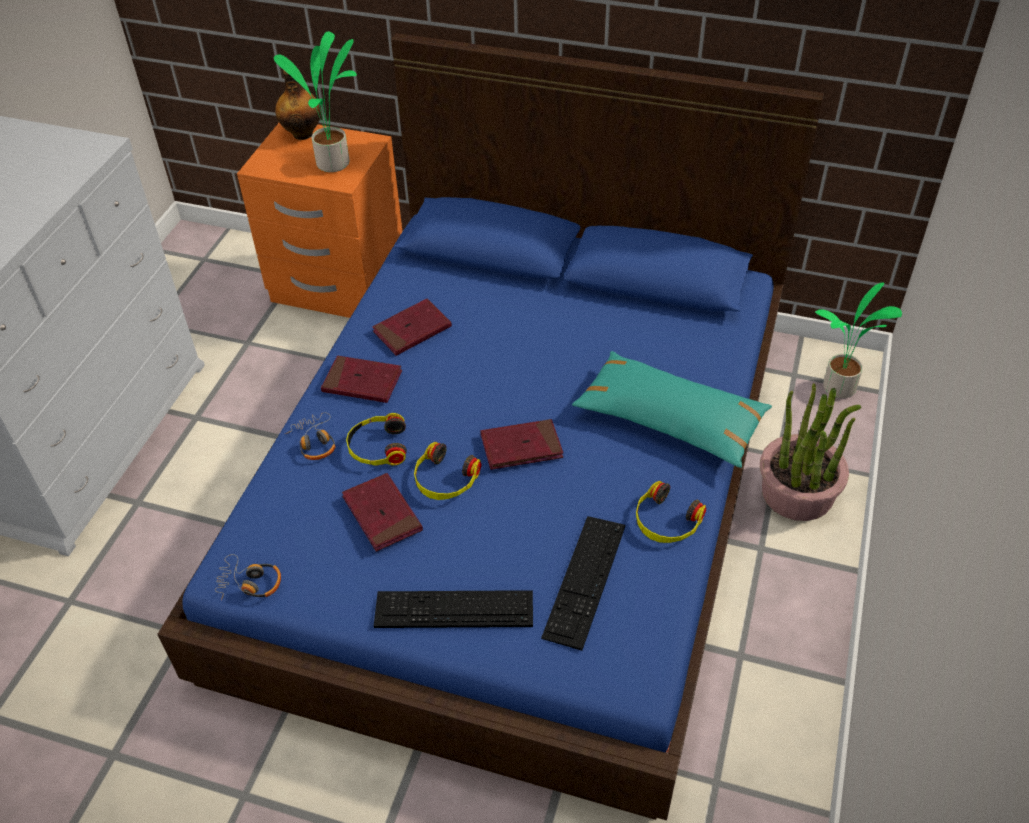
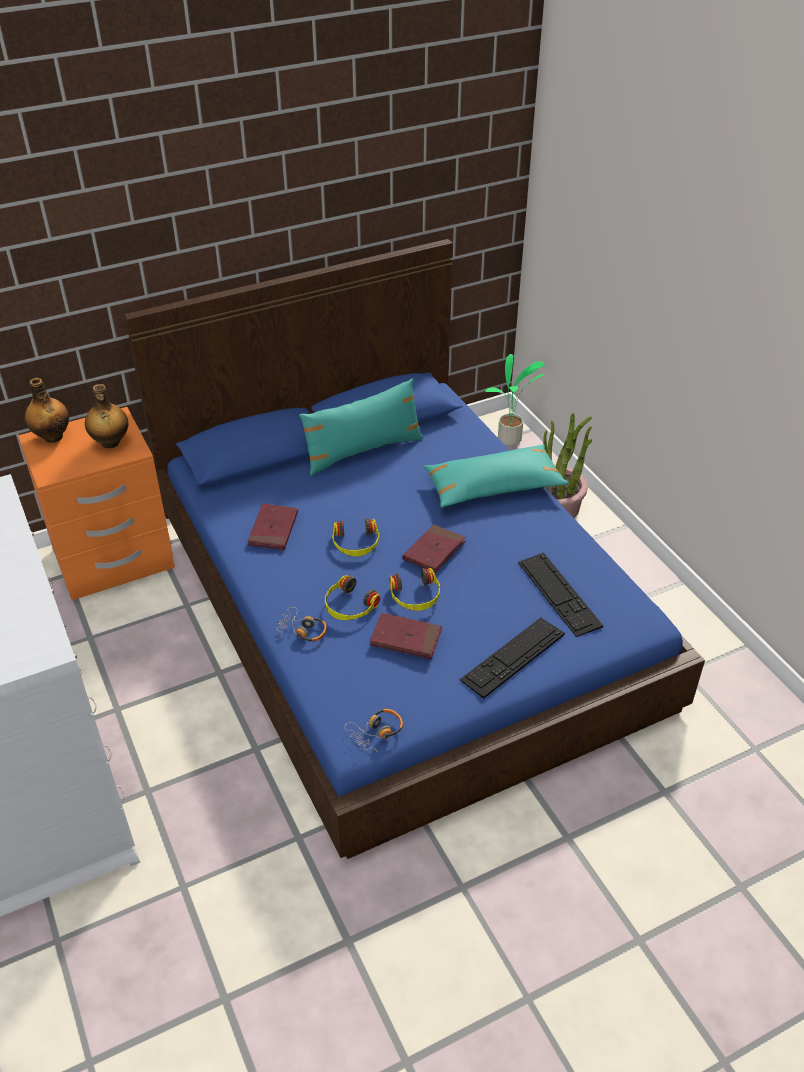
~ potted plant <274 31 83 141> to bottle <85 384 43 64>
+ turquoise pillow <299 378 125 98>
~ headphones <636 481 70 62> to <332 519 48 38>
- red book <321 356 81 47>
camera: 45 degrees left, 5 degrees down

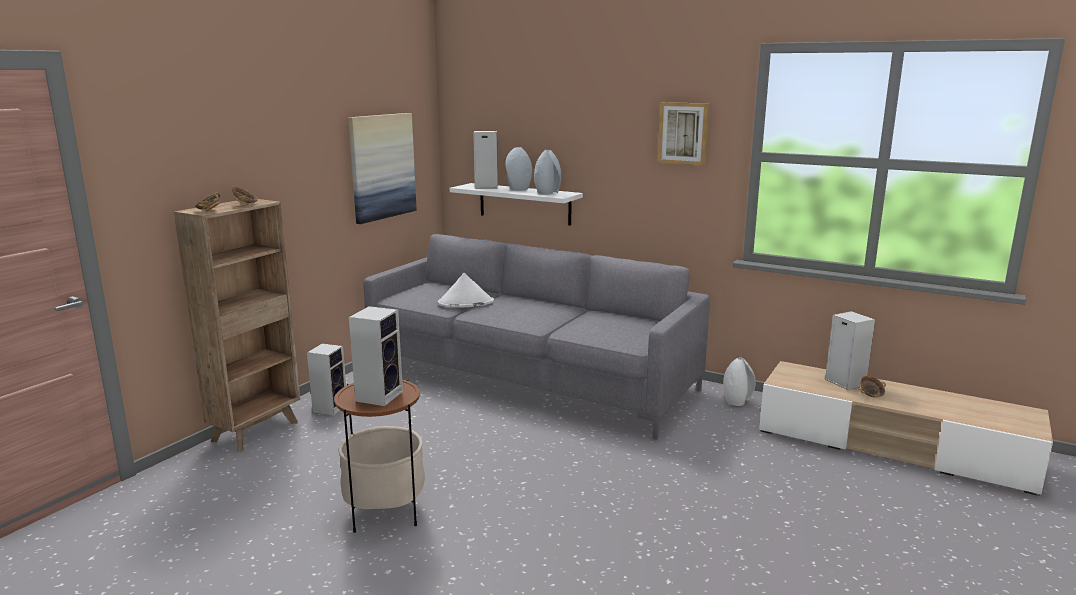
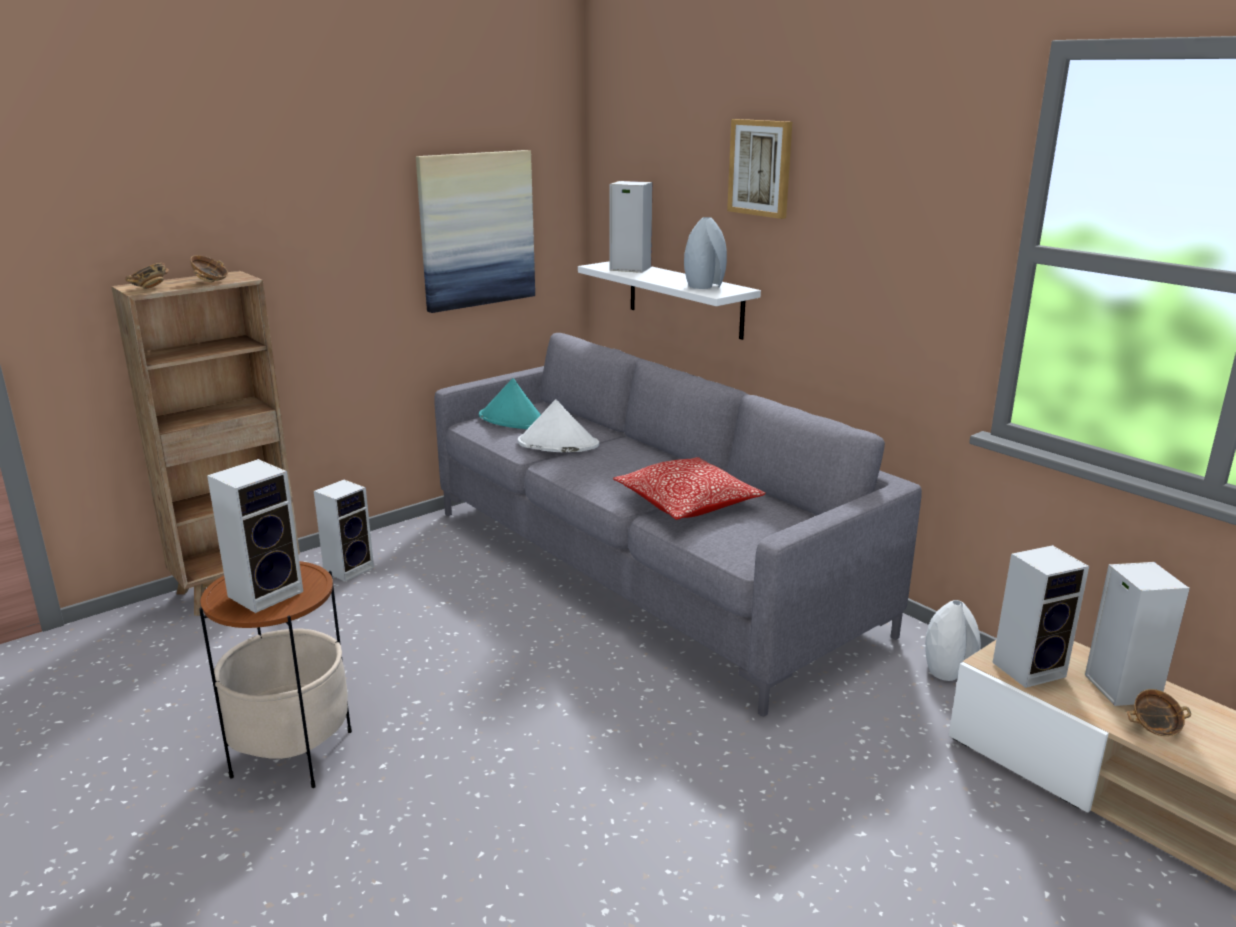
+ turquoise hat <479 378 62 51>
+ pillow <613 457 153 63>
~ picture <658 102 51 63> to <727 119 65 100>
+ speaker <992 545 97 143>
- grey vase <505 147 27 44>
camera: 20 degrees right, 5 degrees up

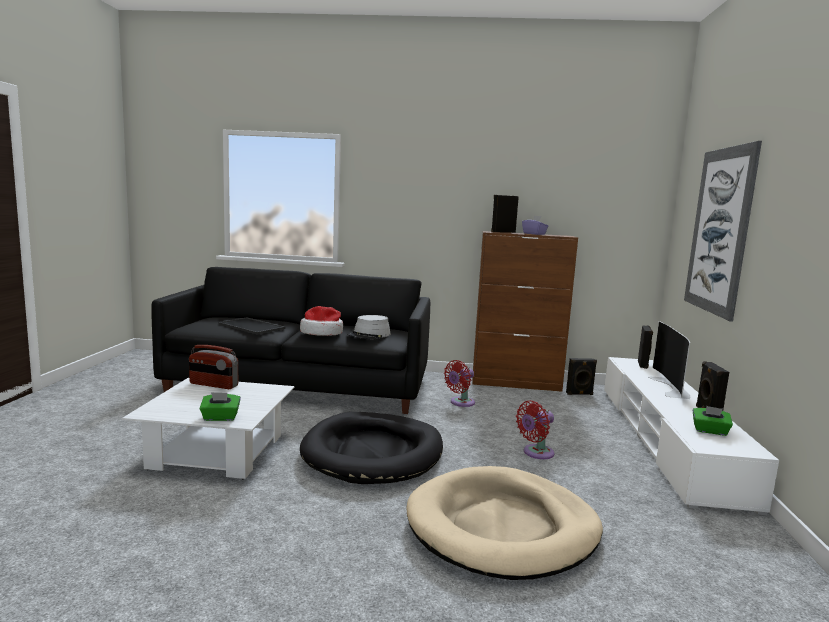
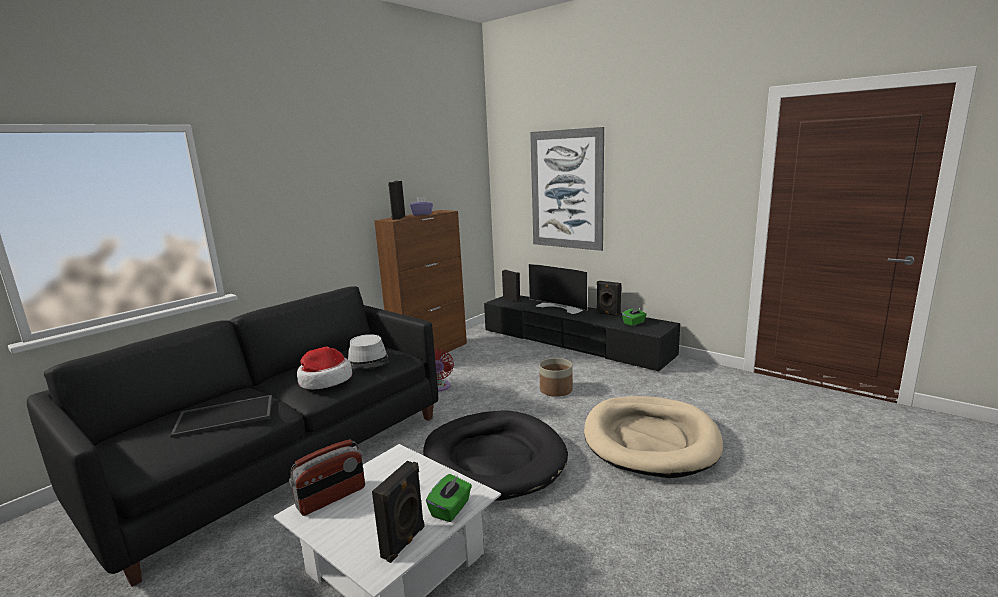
~ black speaker <566 358 31 37> to <372 461 53 102>
~ white tv stand <604 357 175 158> to black tv stand <484 295 196 78>
~ red fan <516 401 38 58> to planter <539 358 34 39>
camera: 55 degrees left, 5 degrees up

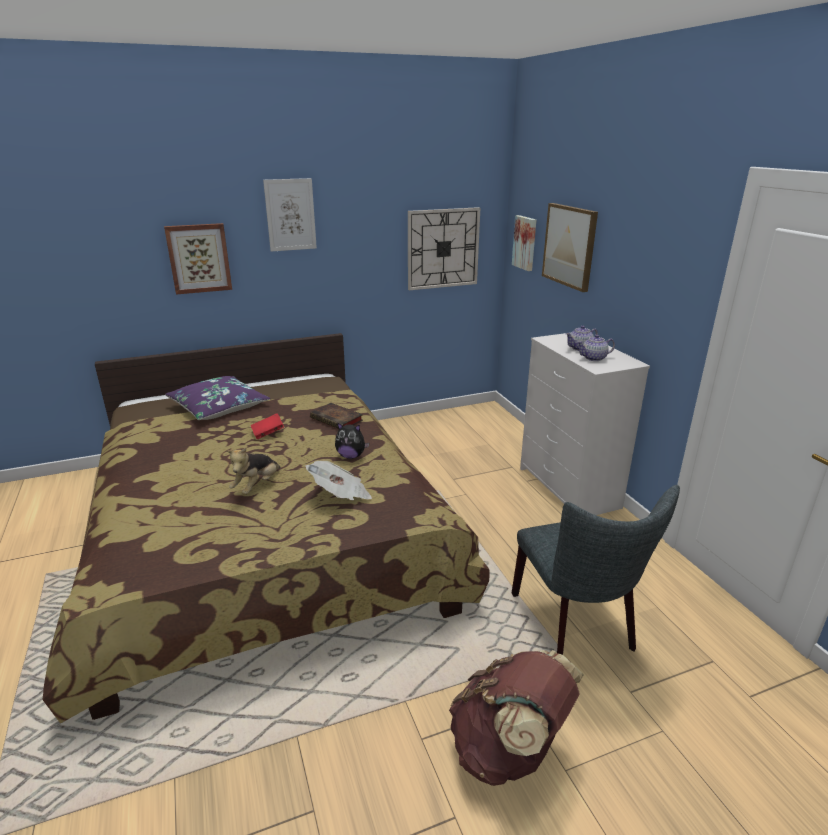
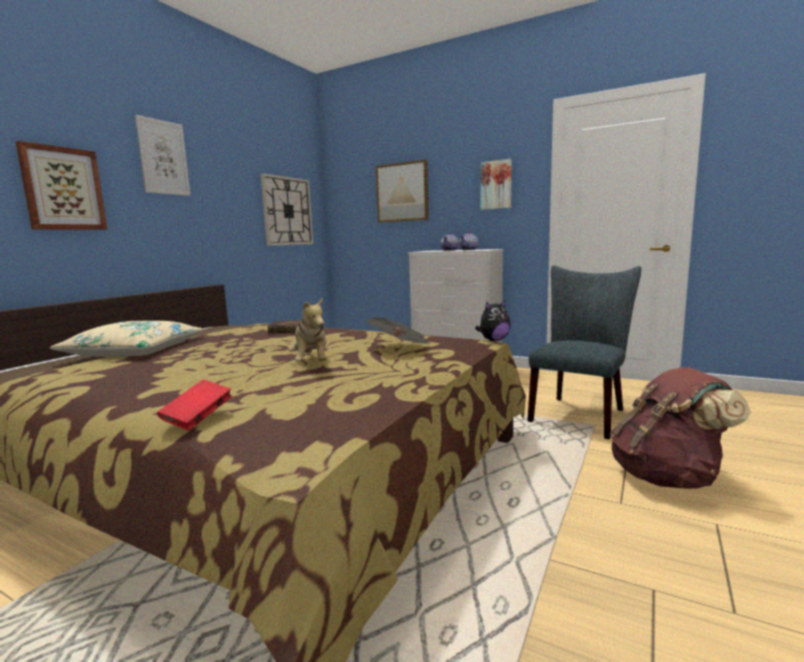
~ purple pillow <165 376 105 44> to beige pillow <50 321 154 36>
~ red book <251 413 33 26> to <157 380 75 50>
~ plush toy <335 423 35 36> to <475 300 36 41>
~ picture <512 215 24 56> to <480 159 32 51>
~ grey chair <512 485 168 170> = <527 265 114 174> 90 degrees counterclockwise
camera: 40 degrees left, 15 degrees down

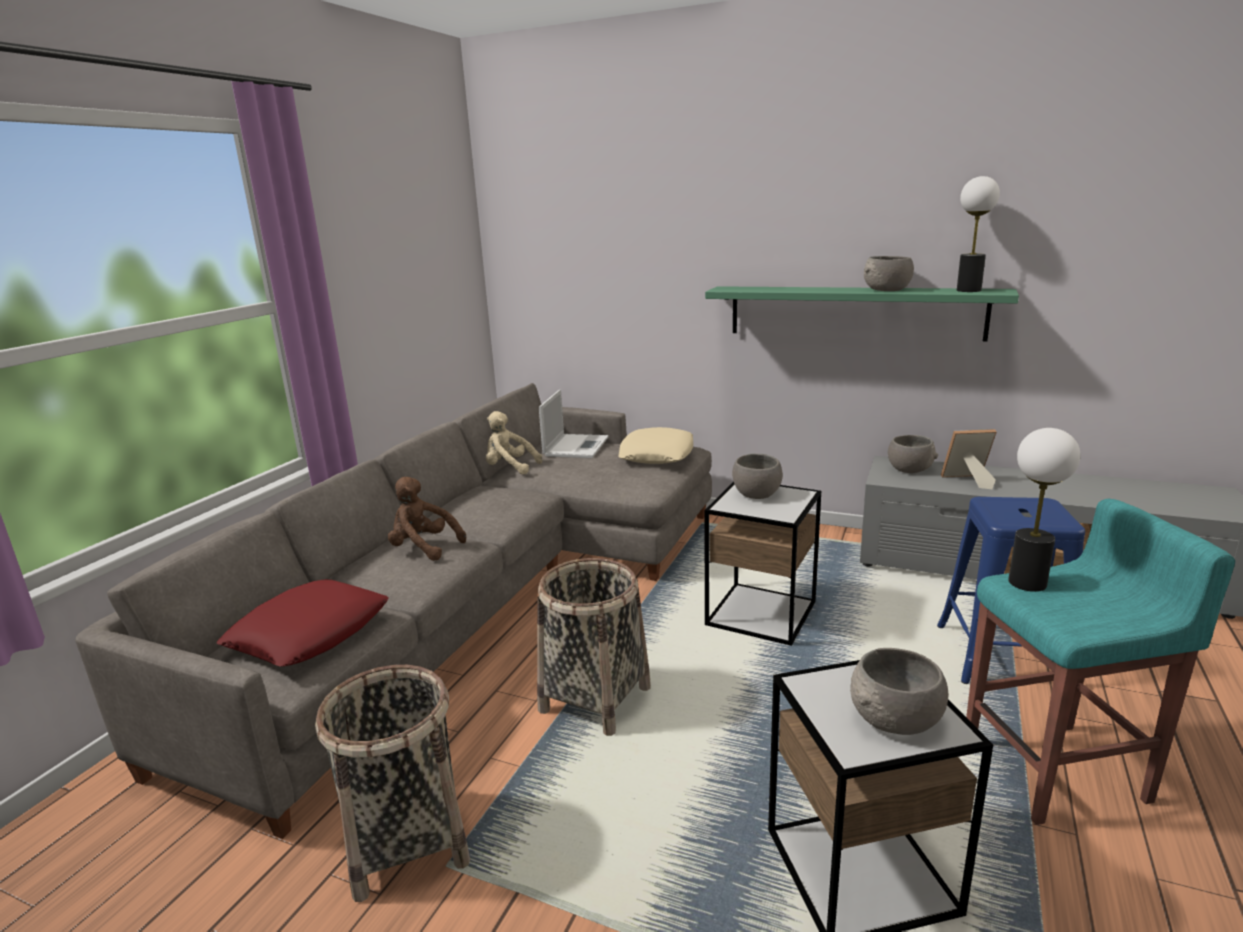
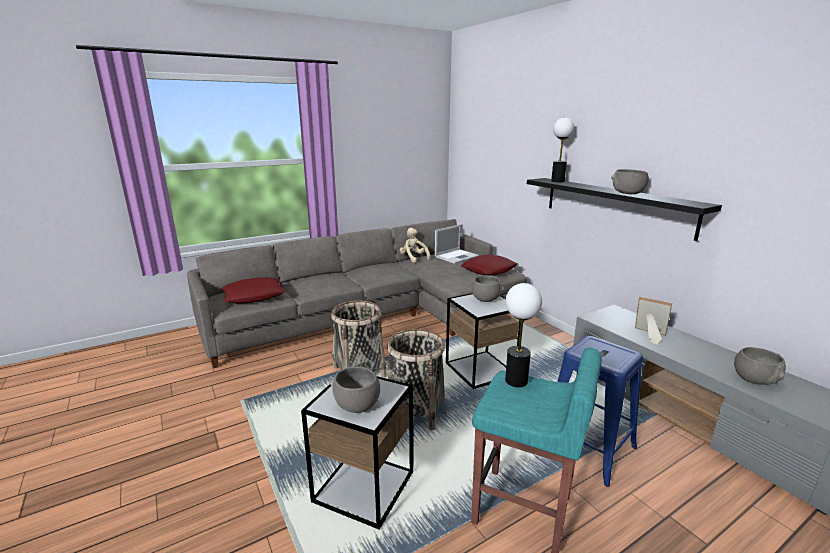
~ basket <315 665 155 237> to <387 329 58 101>
~ beige pillow <618 427 75 37> to red pillow <461 254 56 22>
~ green shelf <705 286 314 55> to black shelf <527 178 195 63>
~ table lamp <957 176 43 116> to <551 117 23 65>
~ grey bowl <888 435 50 38> to <734 347 52 38>
- brown plush toy <388 477 78 84>
camera: 35 degrees right, 0 degrees up

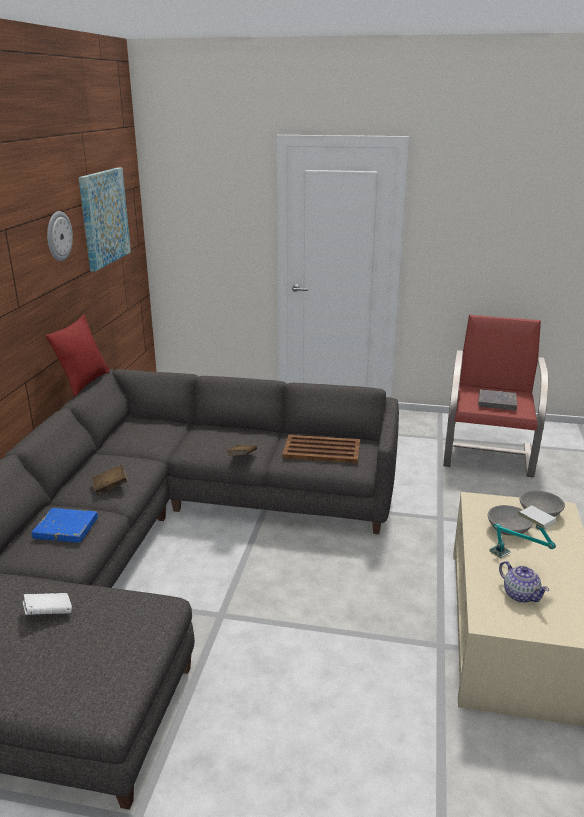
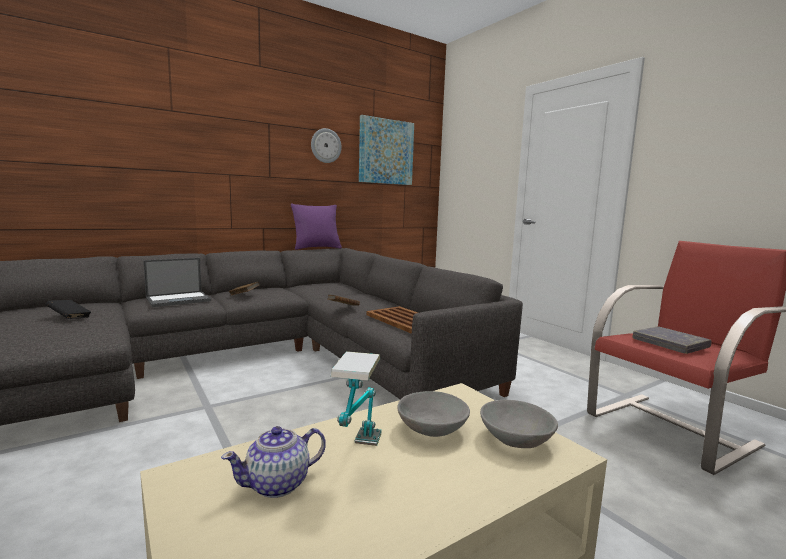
~ white book <23 593 49 22> to black book <46 300 45 19>
~ blue book <31 508 67 35> to laptop <143 258 68 49>
~ teapot <499 561 50 42> = <221 426 105 72> 45 degrees clockwise
~ red pillow <46 315 64 82> to purple pillow <291 204 51 46>
camera: 45 degrees right, 15 degrees down

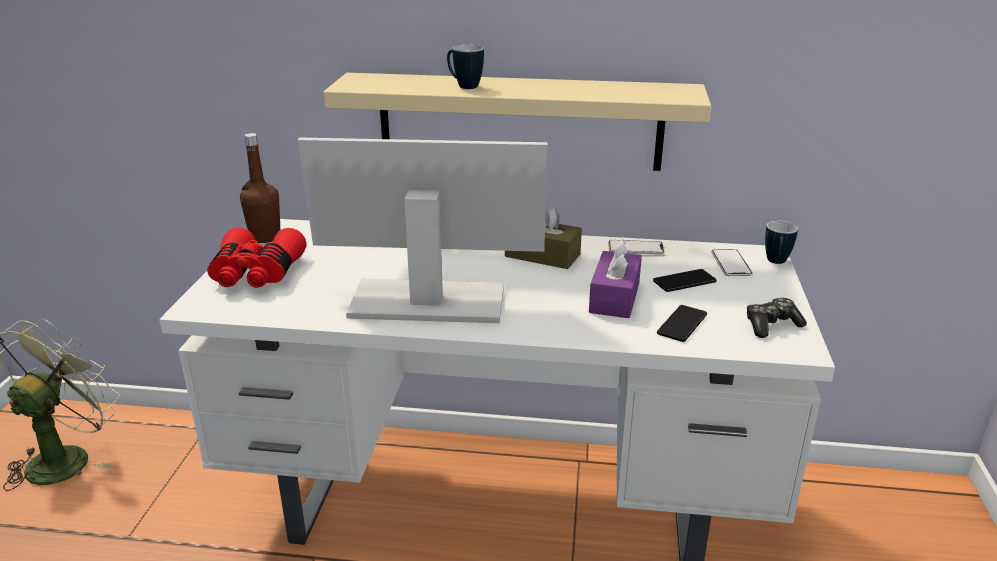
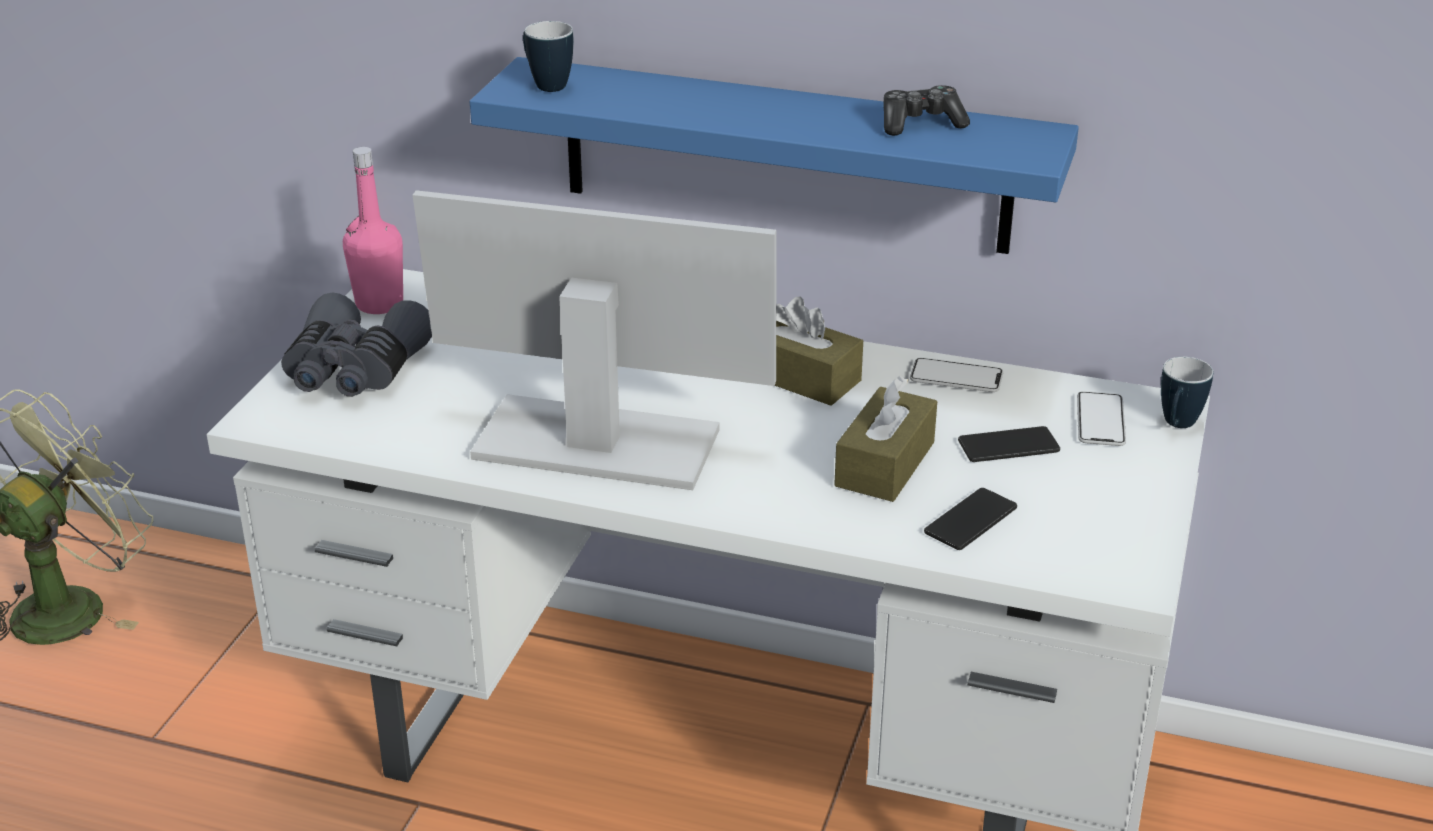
~ red binoculars <207 227 99 61> to grey binoculars <281 293 151 104>
~ brown bottle <240 133 40 110> to pink bottle <343 147 60 167>
~ beige shelf <323 73 388 98> to blue shelf <470 57 609 197>
~ mug <447 44 37 45> to <523 21 50 71>
~ purple tissue box <589 239 53 79> to brown tissue box <834 376 103 126>
~ game controller <747 298 60 40> to <883 85 87 51>
camera: 10 degrees right, 5 degrees up

